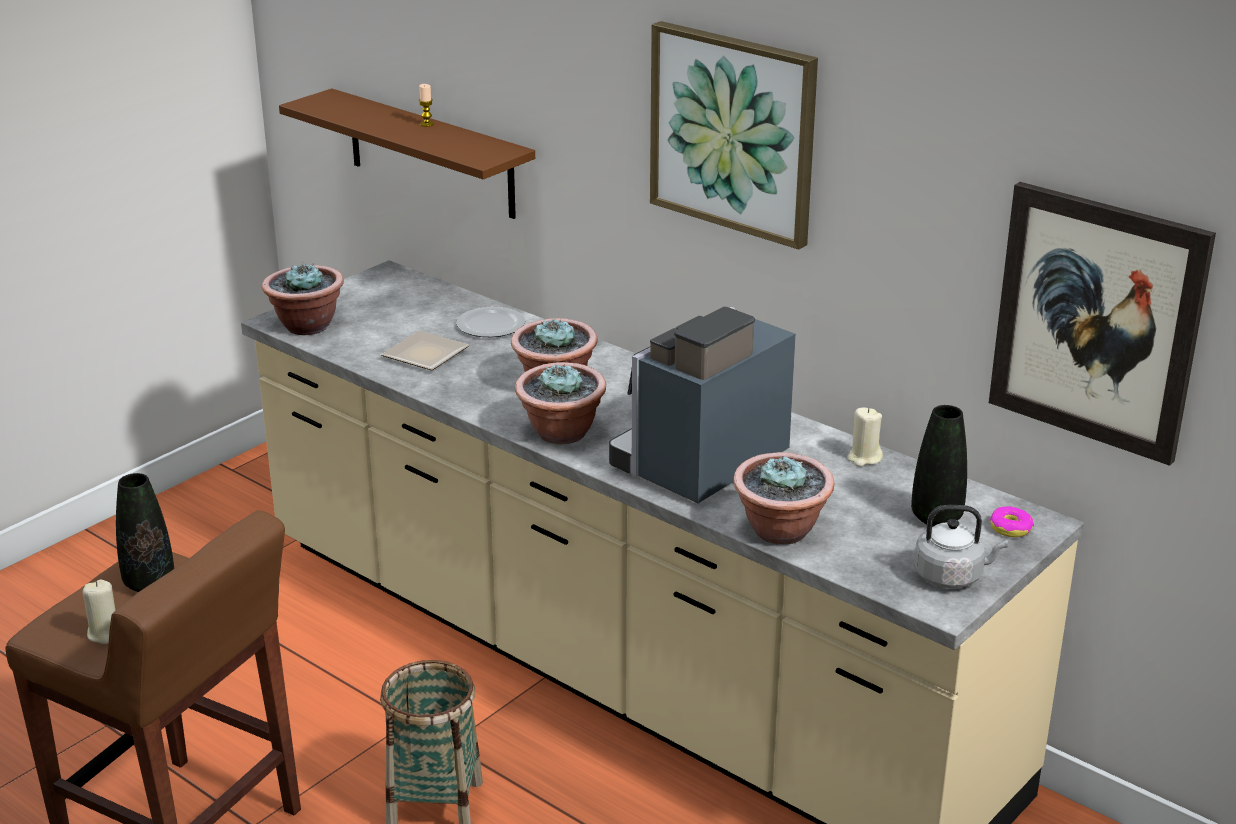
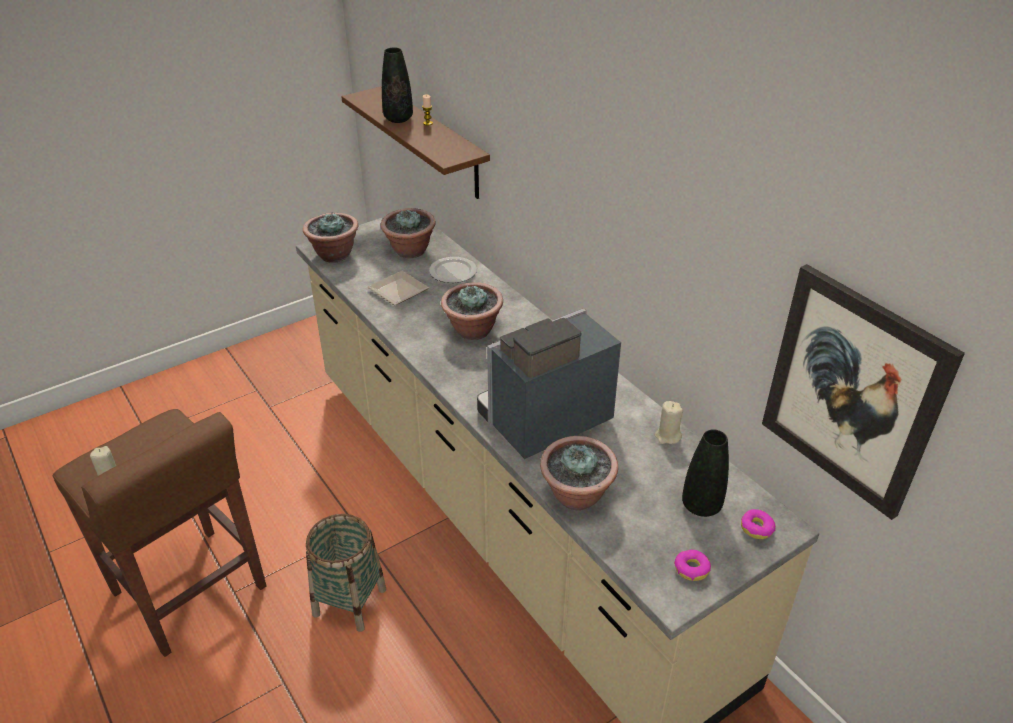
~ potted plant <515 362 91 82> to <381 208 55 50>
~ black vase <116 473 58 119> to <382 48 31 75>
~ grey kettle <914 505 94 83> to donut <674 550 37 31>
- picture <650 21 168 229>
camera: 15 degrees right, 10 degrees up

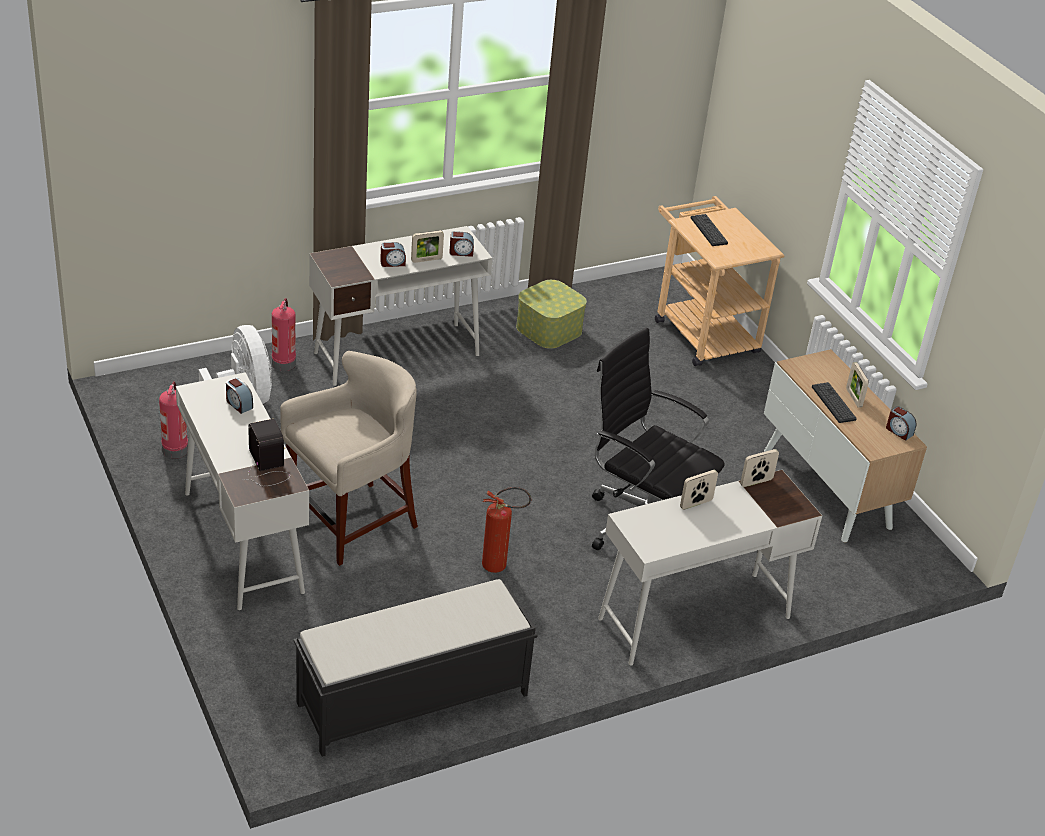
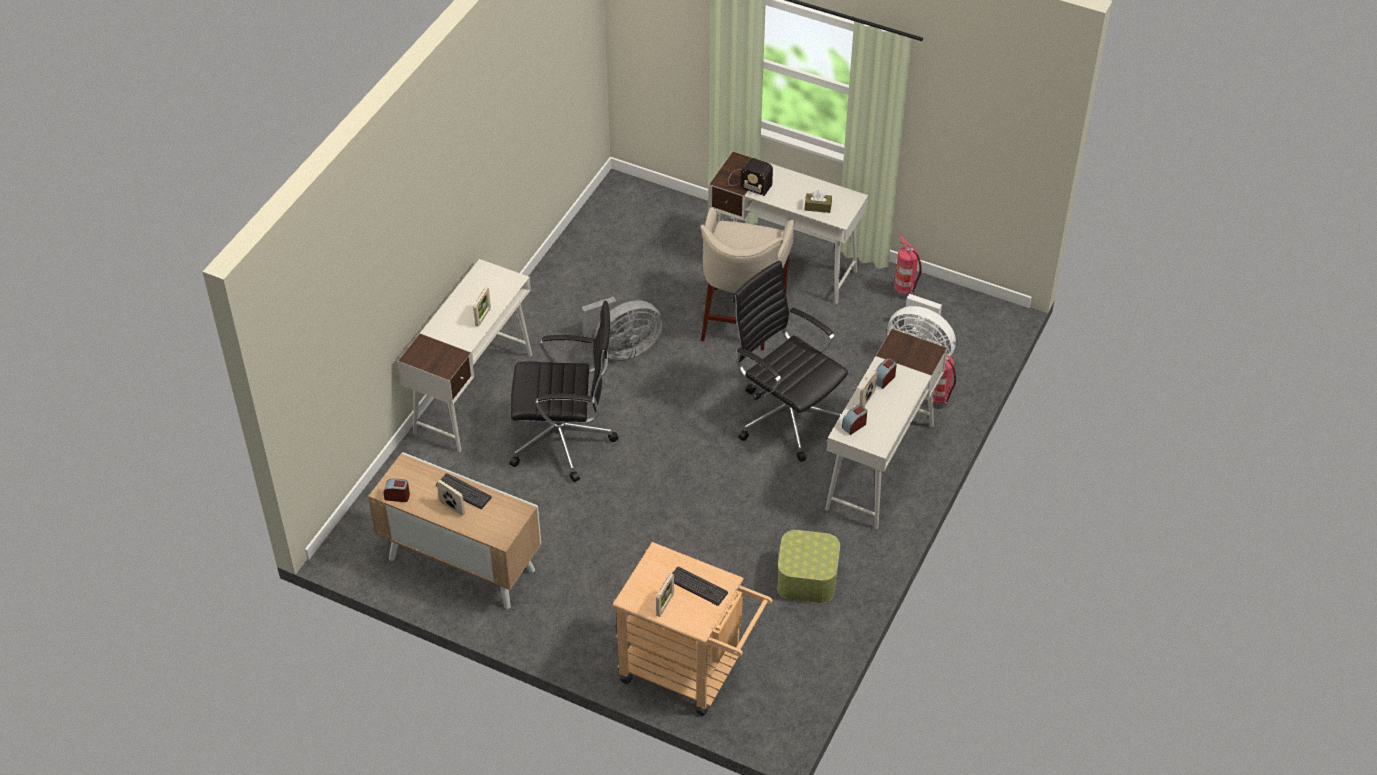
~ fire extinguisher <482 487 49 86> to grey fan <581 297 82 63>
~ picture frame <740 449 39 38> to <656 573 18 44>
+ black office chair <733 260 115 202>
~ alarm clock <226 378 27 36> to brown tissue box <805 190 27 23>
- black bench <294 579 244 178>
camera: 145 degrees right, 10 degrees up

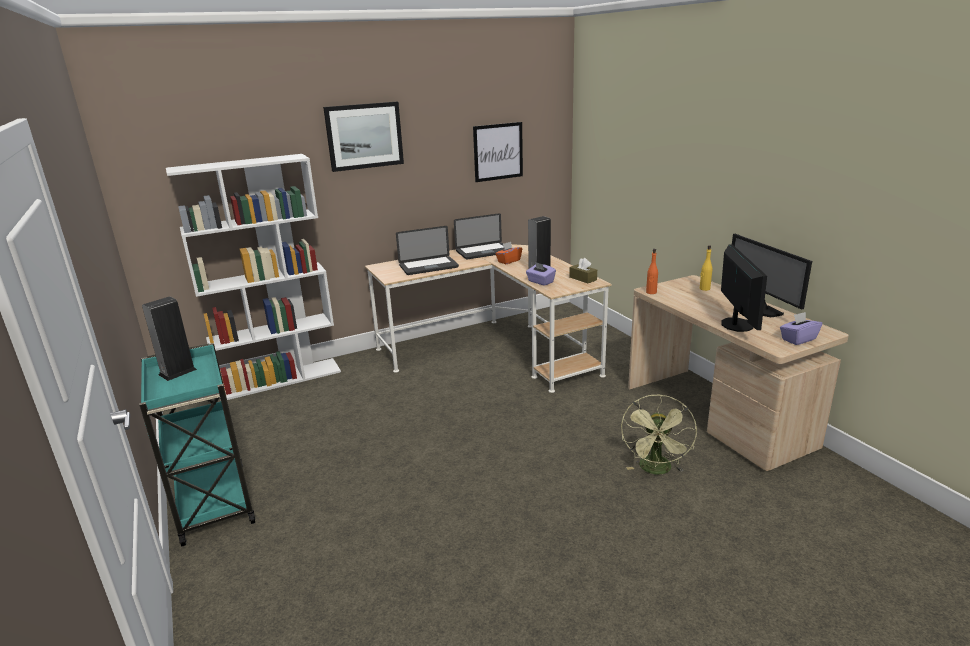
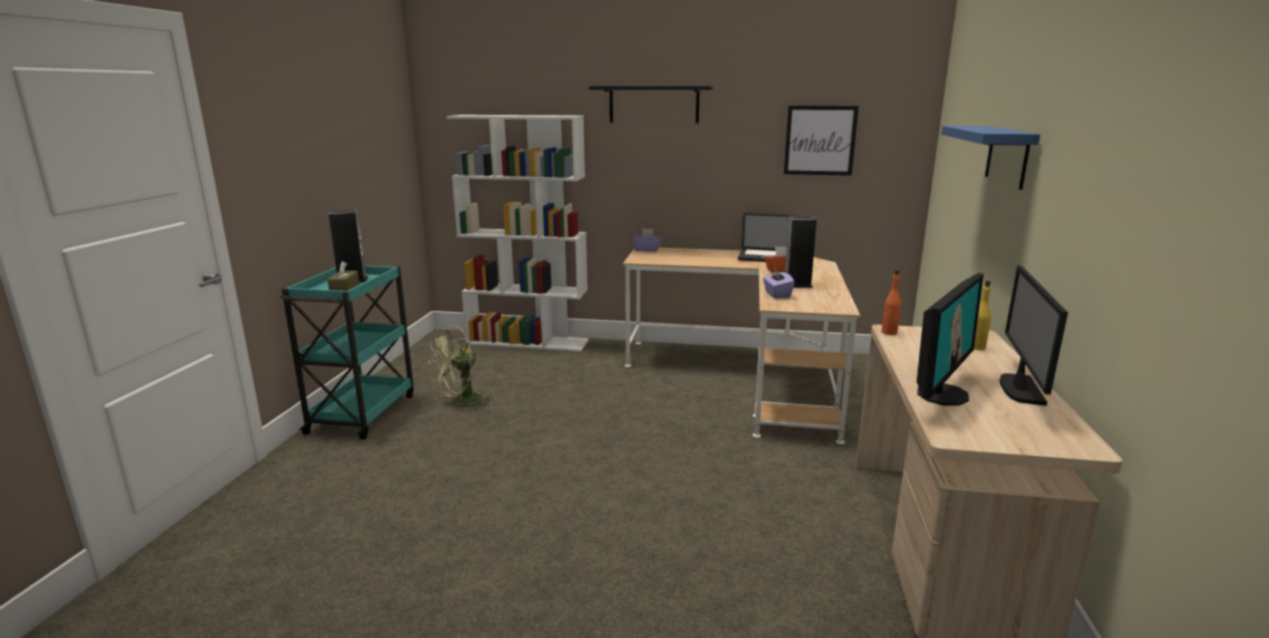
~ brown tissue box <569 258 28 25> to <328 261 31 30>
~ green fan <621 394 76 80> to <429 325 64 86>
~ picture <323 102 81 70> to black shelf <589 86 124 37>
~ purple tissue box <780 312 42 33> to <632 228 29 24>
+ blue shelf <942 126 98 64>
- laptop <396 226 63 49>
camera: 35 degrees right, 5 degrees down

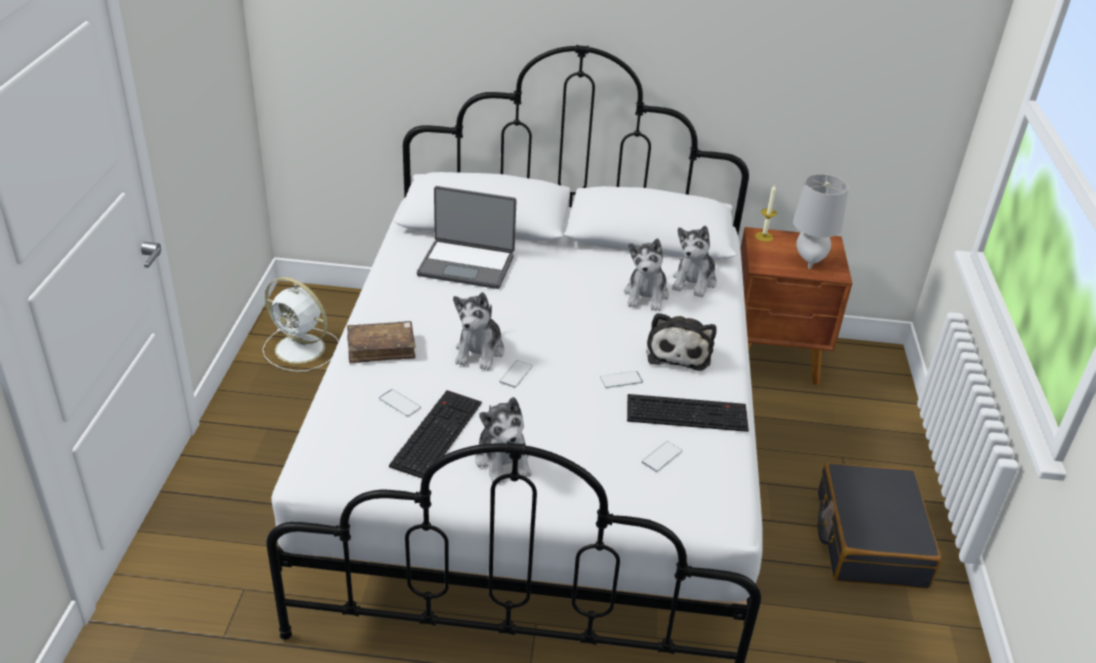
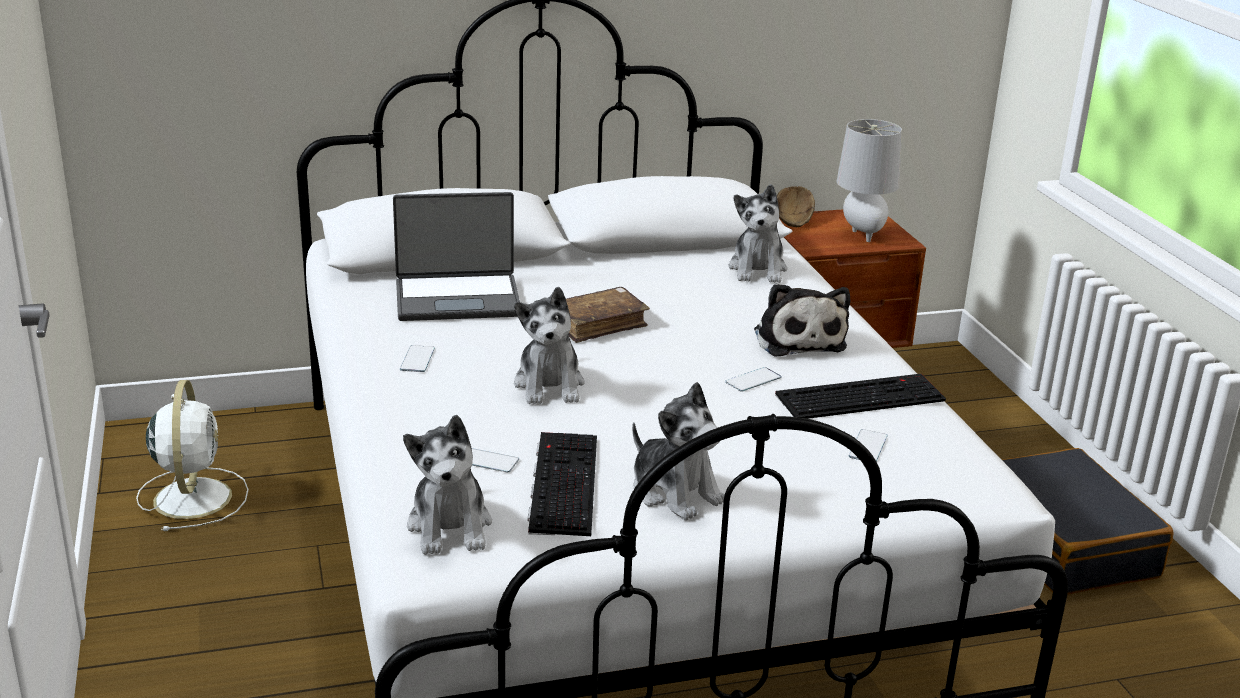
~ white fan <263 277 76 95> = <136 380 112 151> 105 degrees counterclockwise
~ phone <499 360 34 28> to <400 345 35 27>
~ plush toy <624 238 45 73> to <403 415 89 140>
~ brown book <347 321 69 42> to <566 287 84 56>
~ candle <755 184 22 58> to brown bowl <777 186 38 41>
camera: 20 degrees left, 10 degrees down

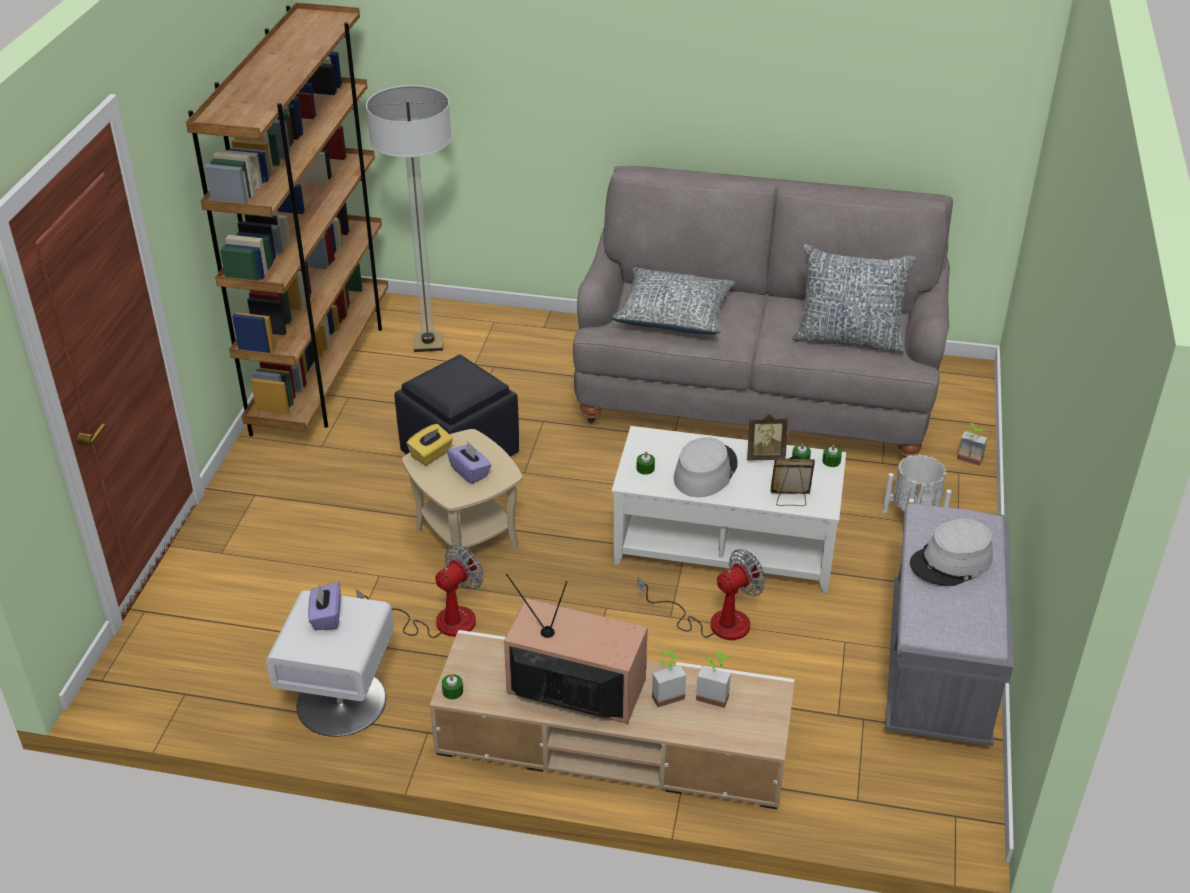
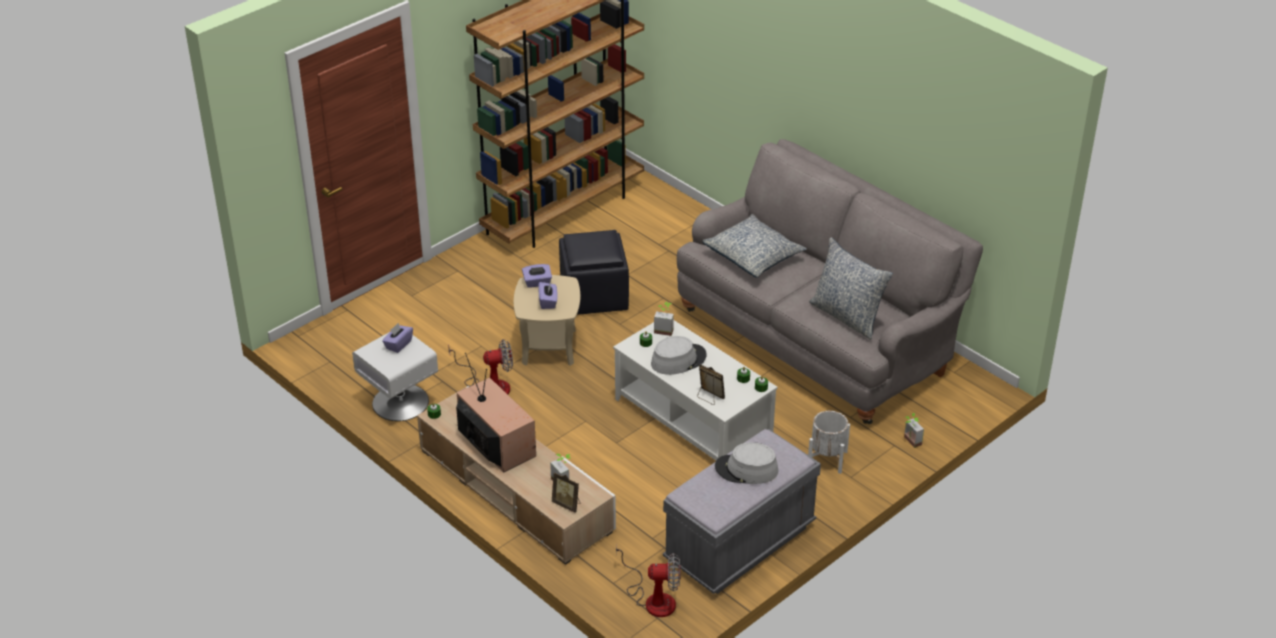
~ yellow tissue box <406 424 47 42> to purple tissue box <522 264 30 24>
~ picture frame <747 414 41 46> to <552 472 29 41>
~ fan <638 549 128 91> to <616 542 65 75>
~ potted plant <652 650 34 57> to <654 302 20 34>
- floor lamp <366 85 86 267>
camera: 35 degrees right, 0 degrees up

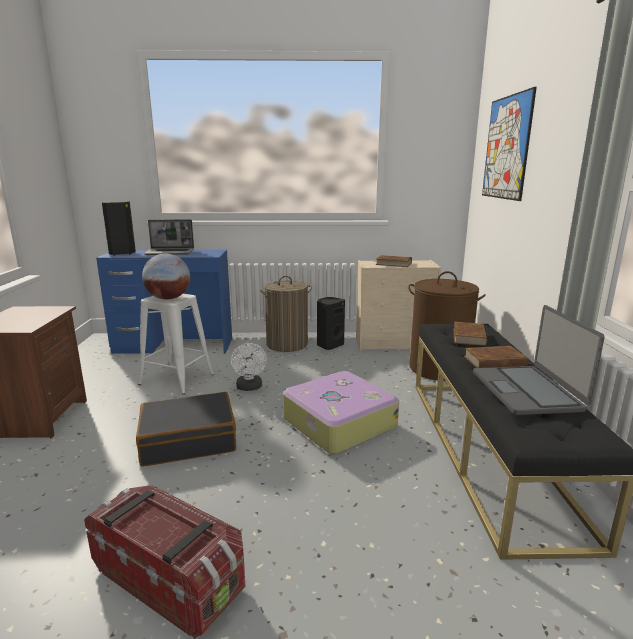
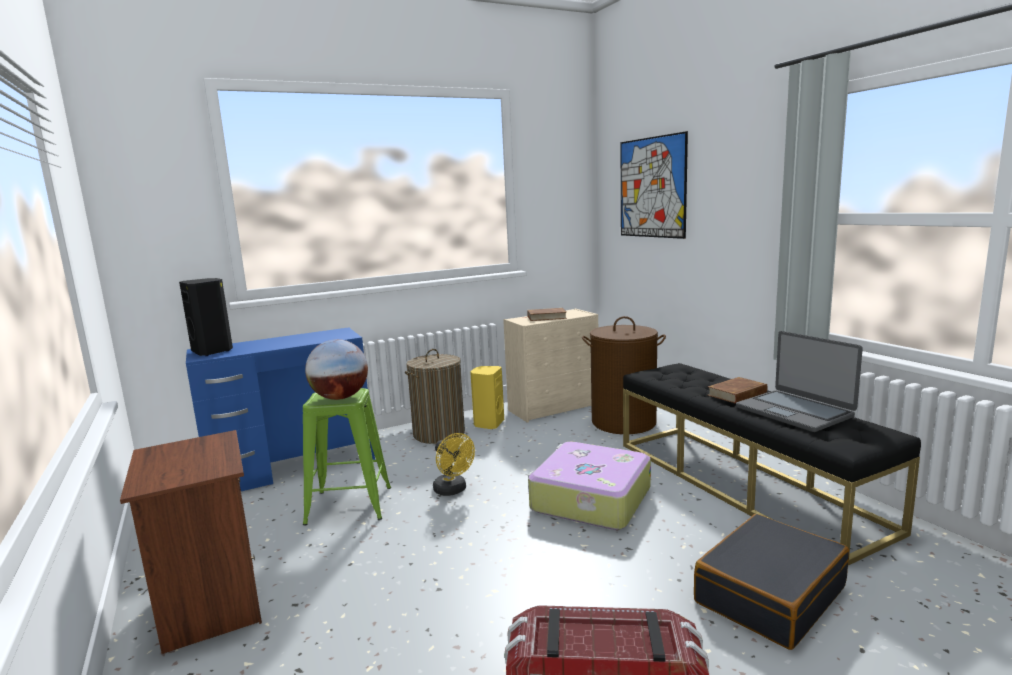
~ white stool <138 294 76 101> to green stool <303 388 88 137>
~ white fan <231 343 36 48> to yellow fan <433 433 42 63>
~ black speaker <317 297 28 53> to yellow speaker <470 366 34 63>
~ black suitcase <136 392 100 75> to <694 514 155 136>
- laptop <144 219 50 36>
- brown book <454 322 33 24>
camera: 25 degrees left, 5 degrees down

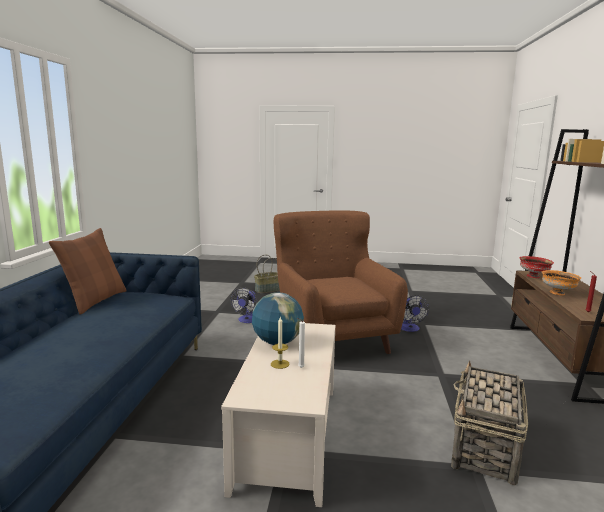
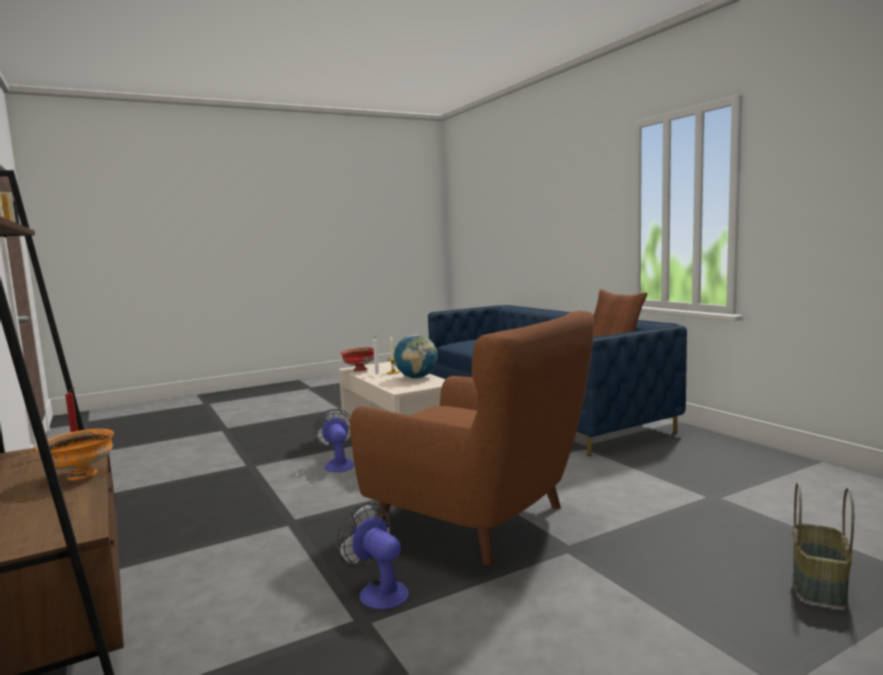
~ fan <230 287 27 36> to <313 409 42 63>
~ red bowl <520 256 34 22> to <341 348 33 23>
- basket <451 361 77 124>
camera: 145 degrees right, 5 degrees down

